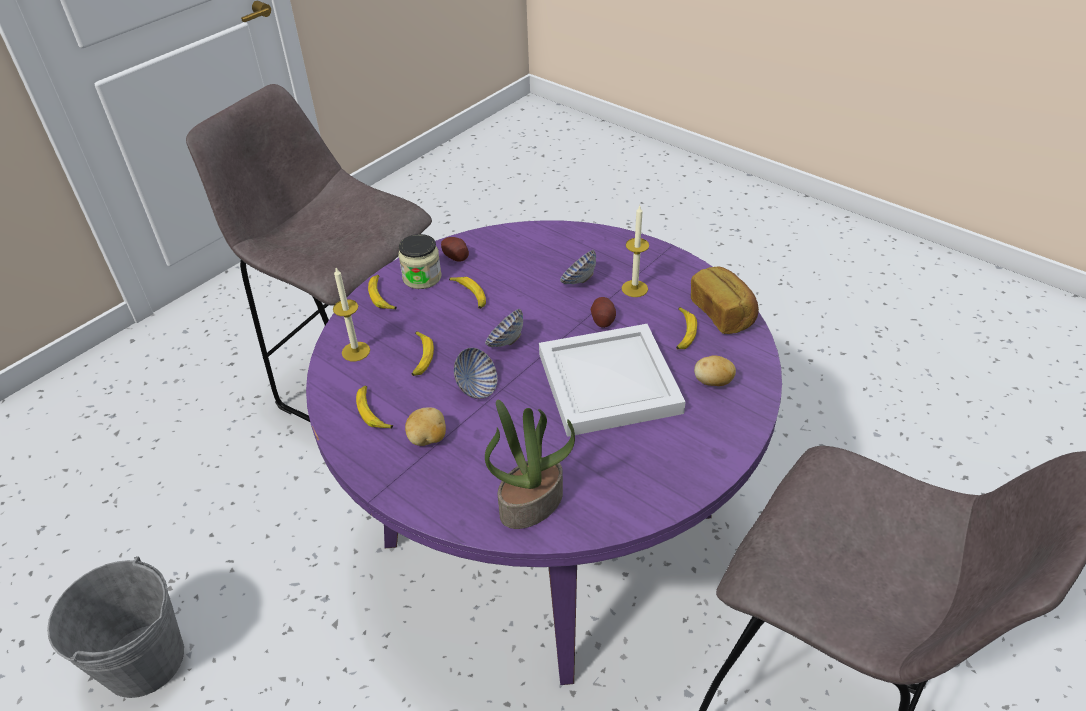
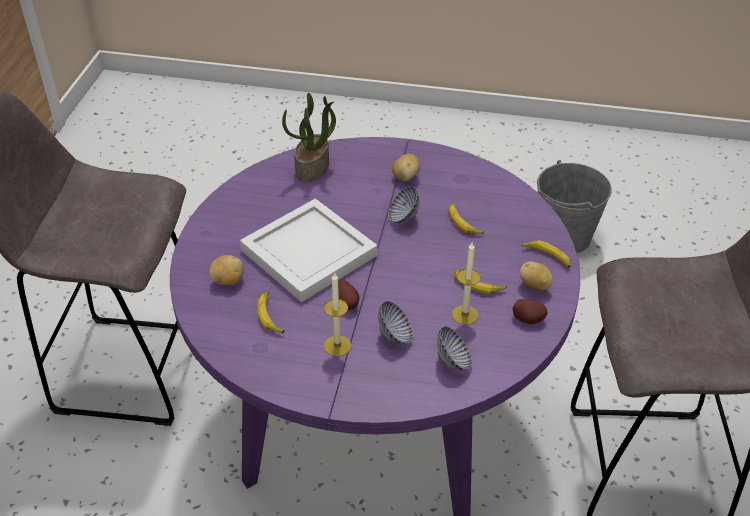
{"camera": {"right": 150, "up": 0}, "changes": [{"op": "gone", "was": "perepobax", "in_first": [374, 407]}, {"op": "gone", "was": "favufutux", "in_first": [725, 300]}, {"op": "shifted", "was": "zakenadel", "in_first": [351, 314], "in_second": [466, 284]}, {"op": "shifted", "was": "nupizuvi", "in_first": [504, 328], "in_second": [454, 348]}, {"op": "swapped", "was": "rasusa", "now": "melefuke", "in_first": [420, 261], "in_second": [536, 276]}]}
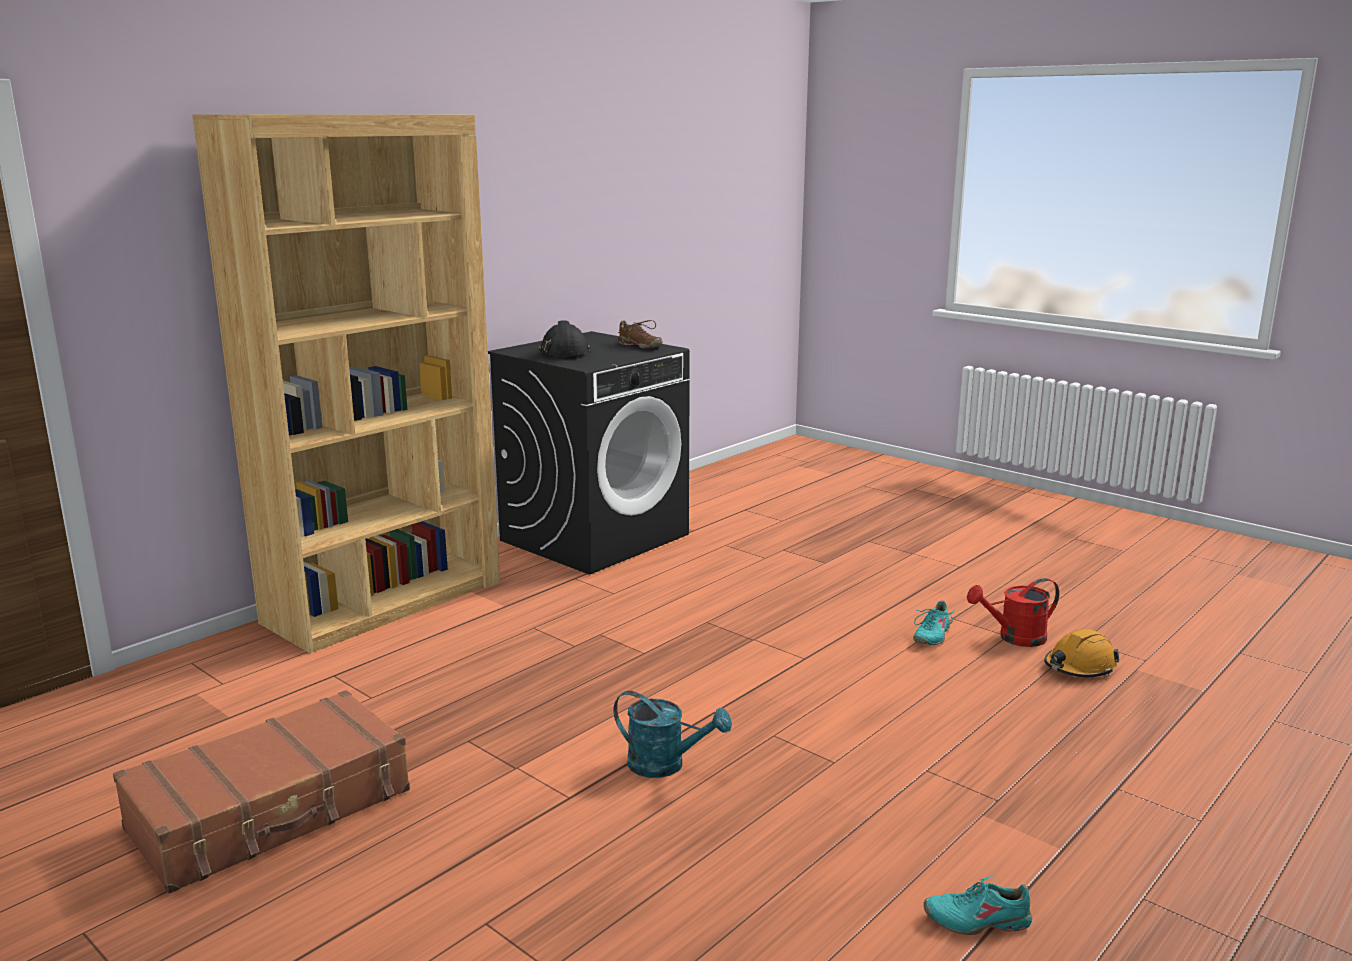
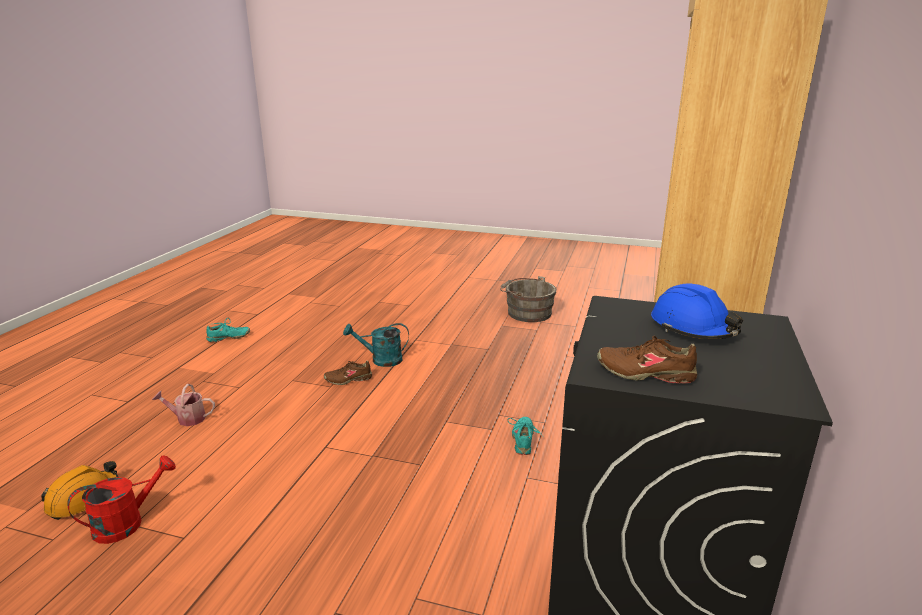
{"camera": {"right": 155, "up": 5}, "changes": [{"op": "new", "now": "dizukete", "in_second": [183, 405]}, {"op": "new", "now": "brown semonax", "in_second": [348, 372]}, {"op": "shifted", "was": "turquoise semonax", "in_first": [934, 623], "in_second": [525, 436]}, {"op": "swapped", "was": "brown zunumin", "now": "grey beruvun", "in_first": [261, 792], "in_second": [528, 299]}, {"op": "repainted", "was": "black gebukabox", "now": "blue gebukabox", "in_first": [564, 340], "in_second": [697, 311]}]}
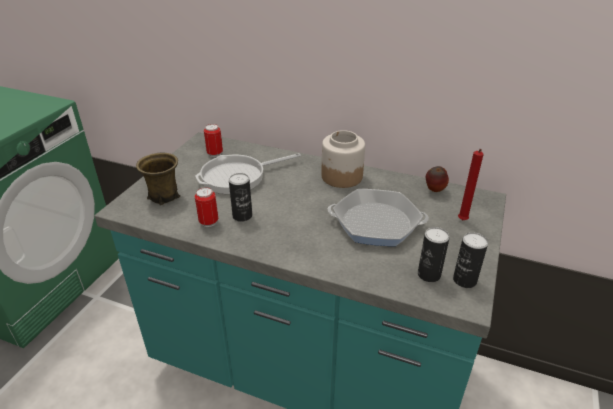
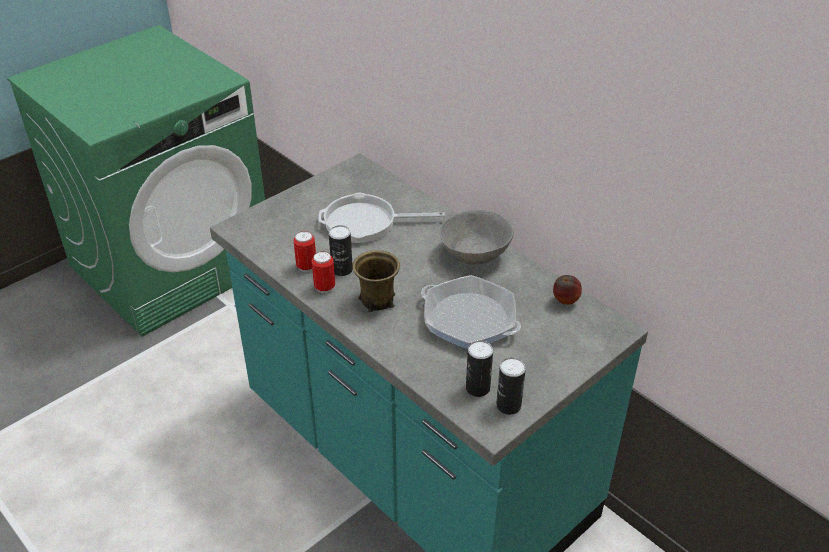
{"camera": {"right": 25, "up": 5}, "changes": [{"op": "gone", "was": "red zakenadel", "in_first": [471, 184]}, {"op": "shifted", "was": "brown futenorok", "in_first": [158, 178], "in_second": [376, 281]}, {"op": "shifted", "was": "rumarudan", "in_first": [213, 140], "in_second": [323, 272]}, {"op": "swapped", "was": "rasusa", "now": "grey nupizuvi", "in_first": [343, 159], "in_second": [476, 237]}]}
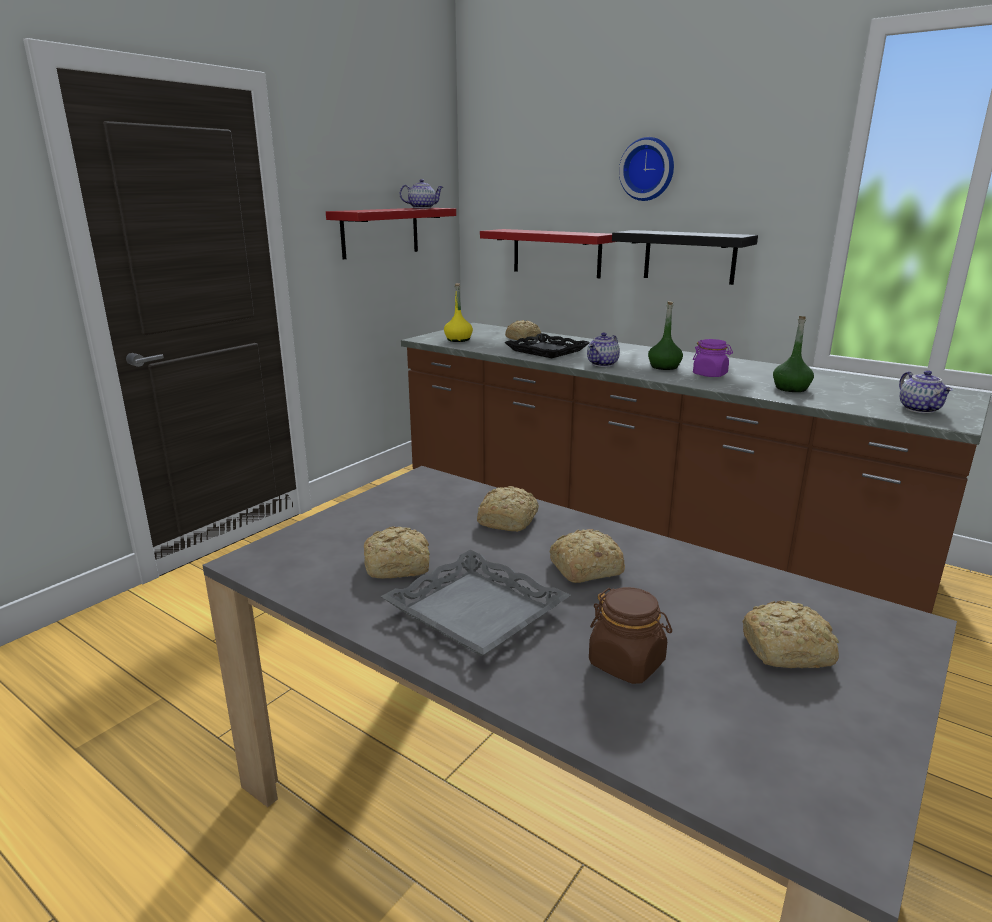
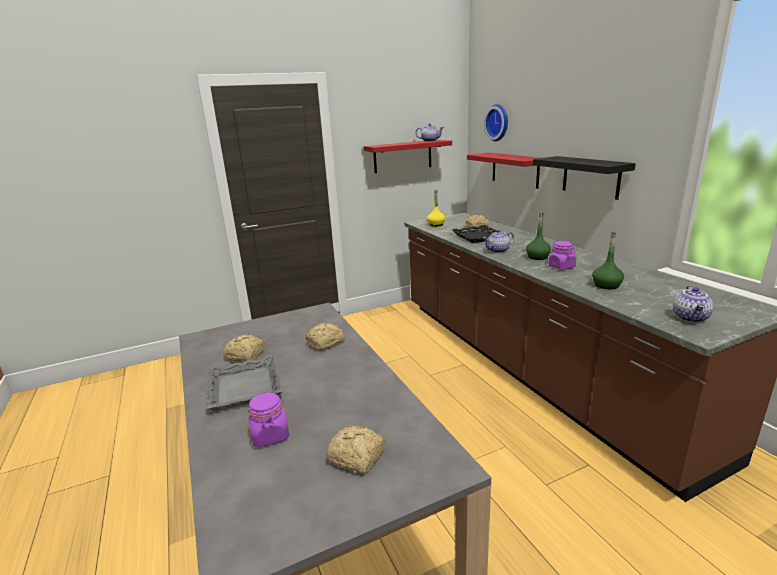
{"camera": {"right": 30, "up": 0}, "changes": [{"op": "gone", "was": "favufutux", "in_first": [587, 556]}, {"op": "shifted", "was": "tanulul", "in_first": [646, 169], "in_second": [496, 122]}, {"op": "repainted", "was": "brown rasusa", "now": "purple rasusa", "in_first": [630, 635], "in_second": [268, 419]}]}
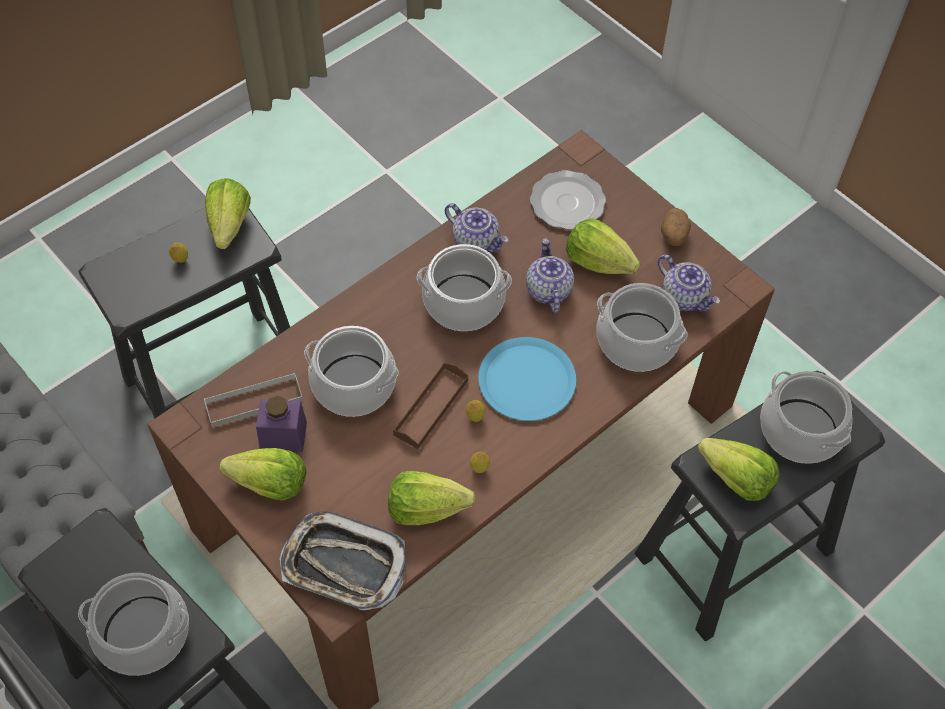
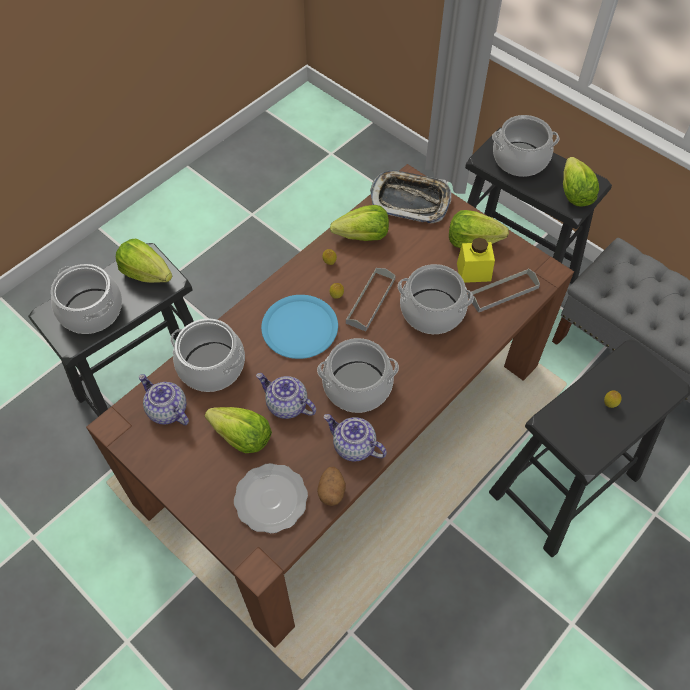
{"camera": {"right": 175, "up": 0}, "changes": [{"op": "shifted", "was": "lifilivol", "in_first": [228, 213], "in_second": [581, 182]}, {"op": "shifted", "was": "melefuke", "in_first": [676, 227], "in_second": [331, 486]}, {"op": "repainted", "was": "purple rasusa", "now": "yellow rasusa", "in_first": [281, 424], "in_second": [476, 260]}, {"op": "repainted", "was": "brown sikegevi", "now": "grey sikegevi", "in_first": [430, 405], "in_second": [371, 299]}, {"op": "rotated", "was": "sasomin", "in_first": [550, 276], "in_second": [286, 396], "clockwise": 135}]}
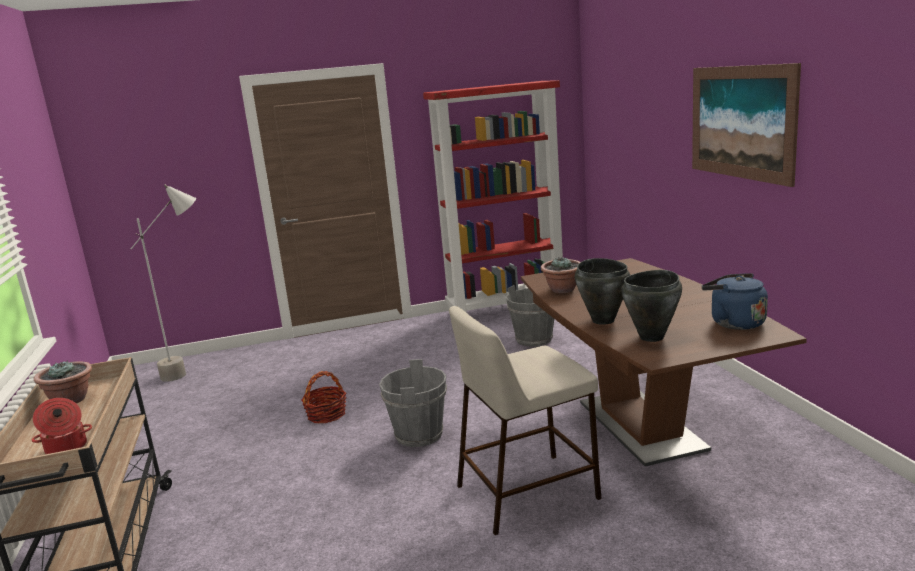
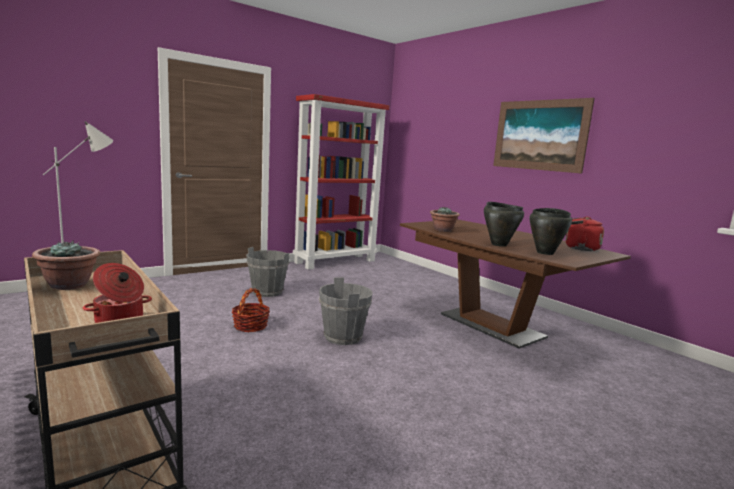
{"camera": {"right": -25, "up": -5}, "changes": [{"op": "gone", "was": "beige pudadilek", "in_first": [525, 420]}, {"op": "shifted", "was": "grey beruvun", "in_first": [530, 315], "in_second": [268, 272]}, {"op": "repainted", "was": "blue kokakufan", "now": "red kokakufan", "in_first": [735, 301], "in_second": [585, 234]}]}
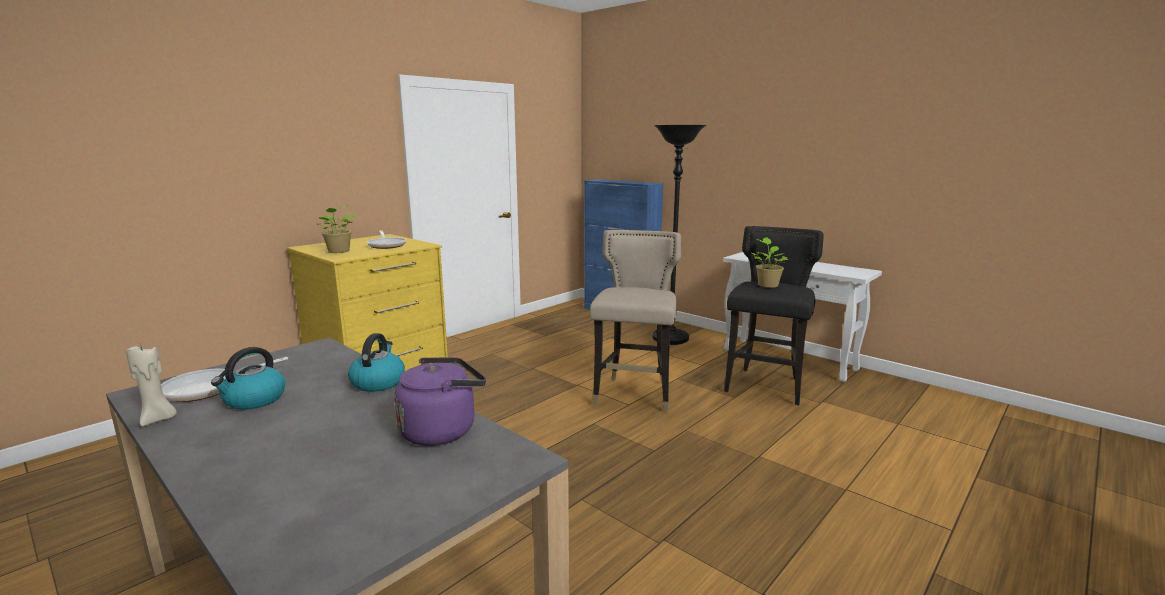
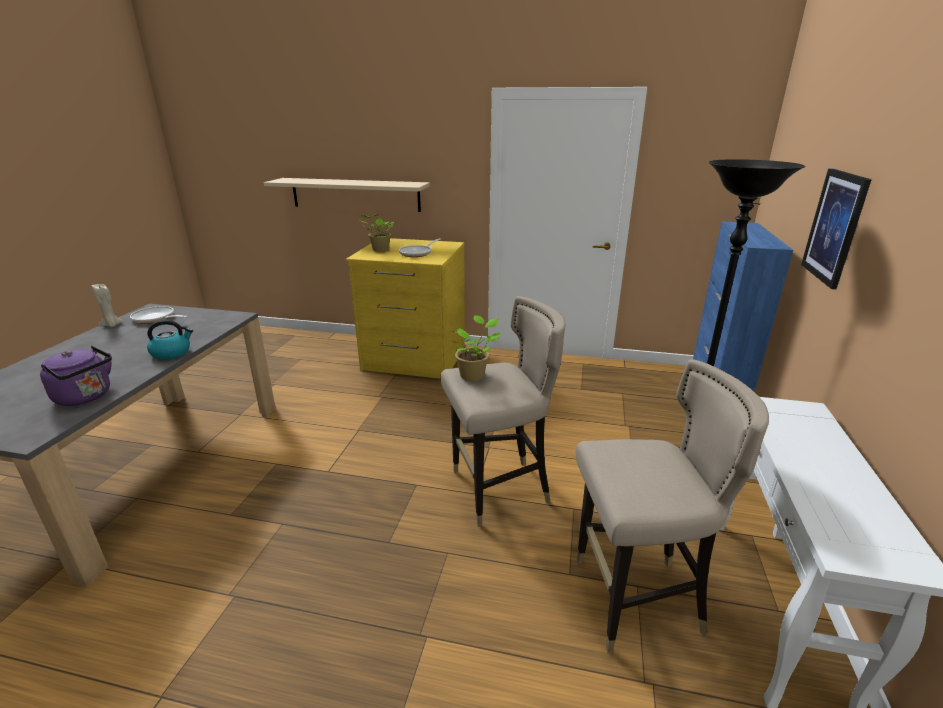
{"camera": {"right": 60, "up": 10}, "changes": [{"op": "gone", "was": "kokakufan", "in_first": [248, 378]}, {"op": "new", "now": "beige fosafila", "in_second": [347, 195]}, {"op": "new", "now": "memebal", "in_second": [836, 228]}, {"op": "shifted", "was": "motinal", "in_first": [770, 262], "in_second": [476, 348]}, {"op": "repainted", "was": "black pudadilek", "now": "beige pudadilek", "in_first": [774, 315], "in_second": [672, 506]}]}
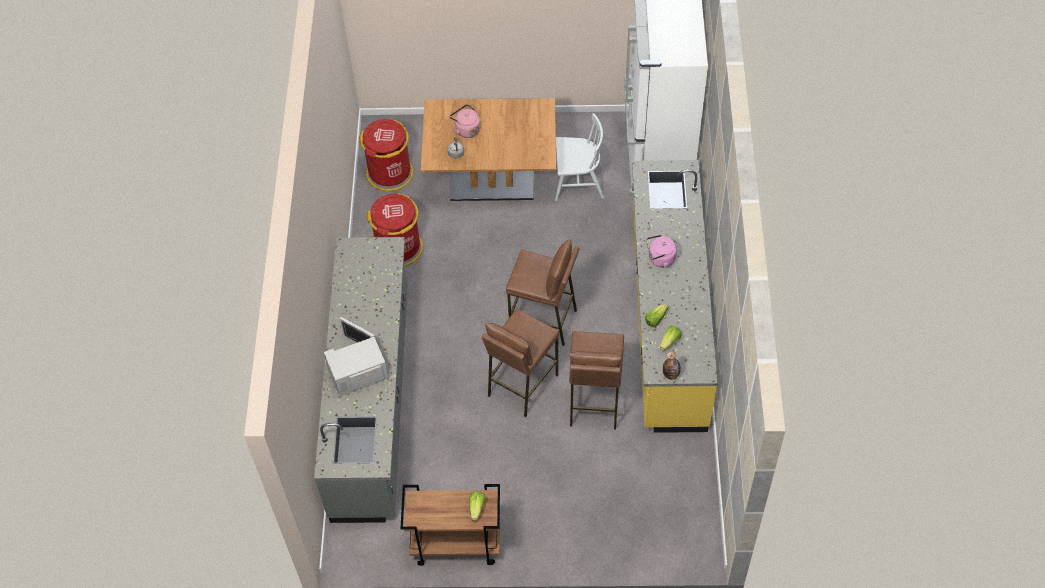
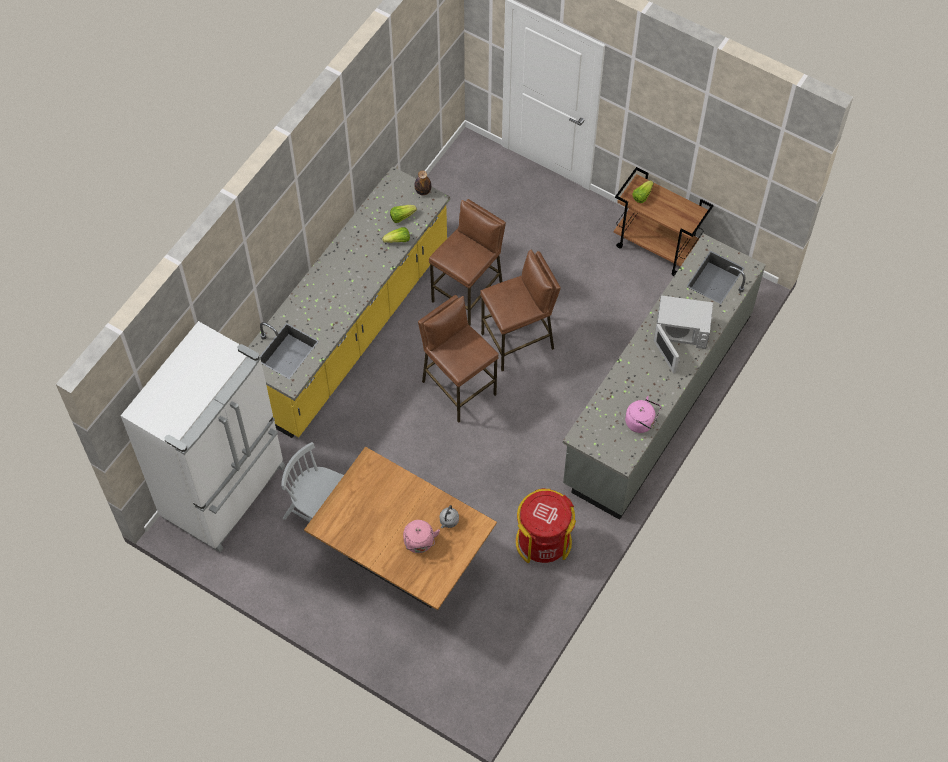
{"camera": {"right": -150, "up": 5}, "changes": [{"op": "gone", "was": "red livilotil", "in_first": [386, 155]}, {"op": "shifted", "was": "pink kokakufan", "in_first": [661, 251], "in_second": [643, 414]}]}
